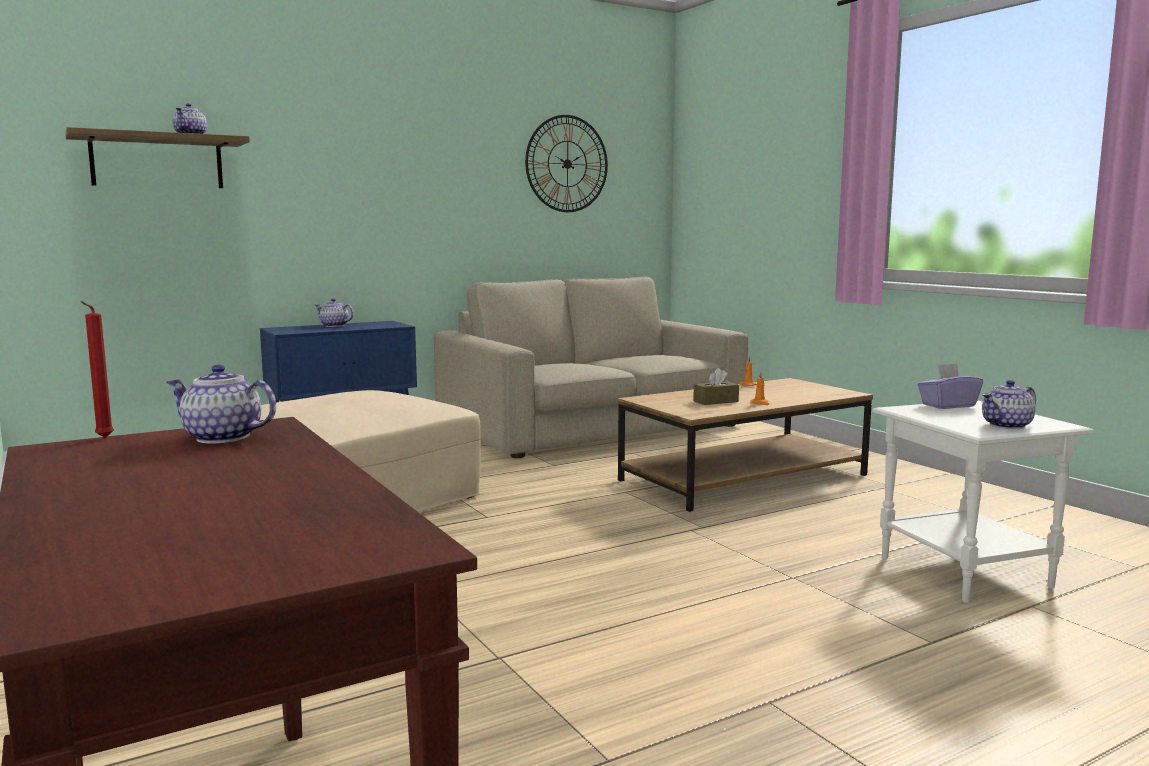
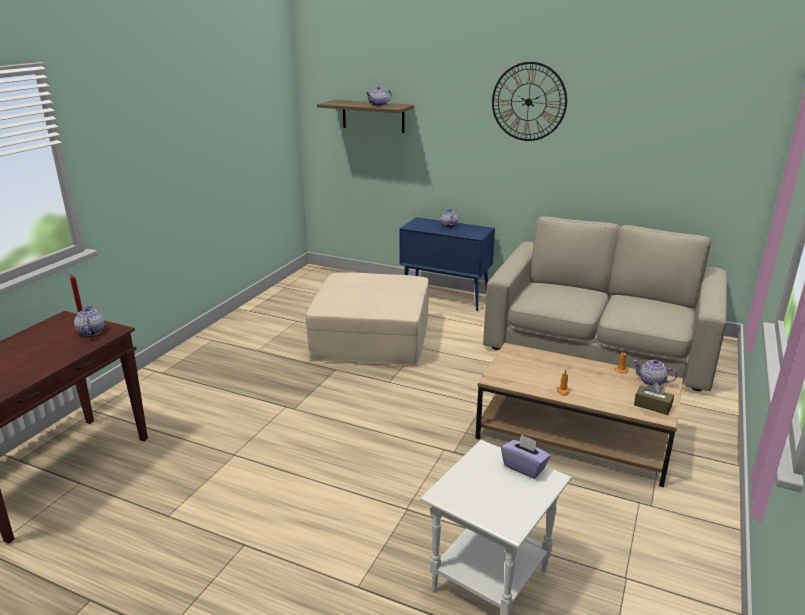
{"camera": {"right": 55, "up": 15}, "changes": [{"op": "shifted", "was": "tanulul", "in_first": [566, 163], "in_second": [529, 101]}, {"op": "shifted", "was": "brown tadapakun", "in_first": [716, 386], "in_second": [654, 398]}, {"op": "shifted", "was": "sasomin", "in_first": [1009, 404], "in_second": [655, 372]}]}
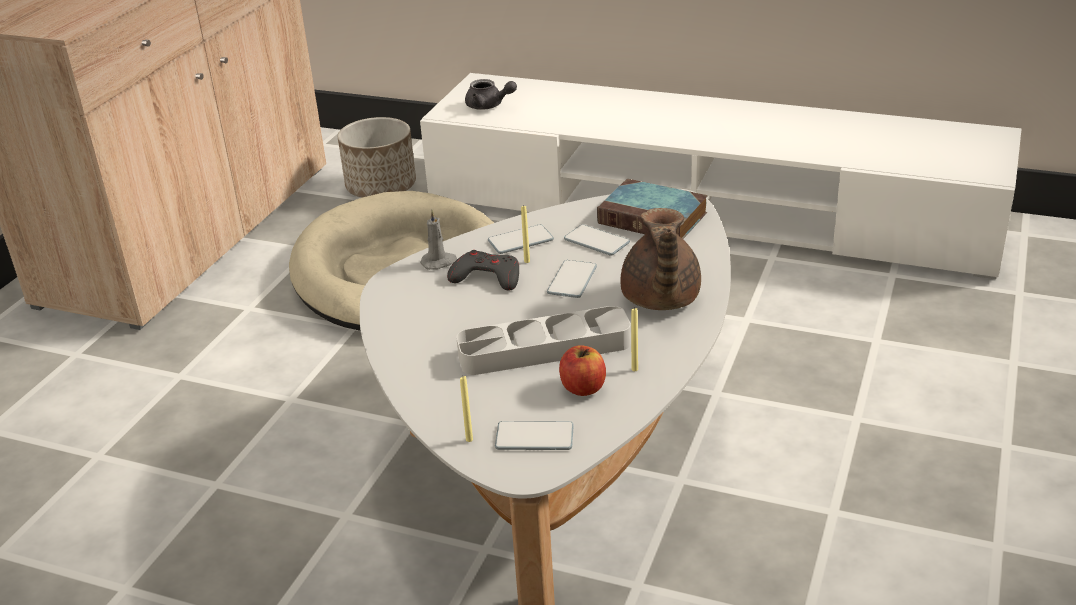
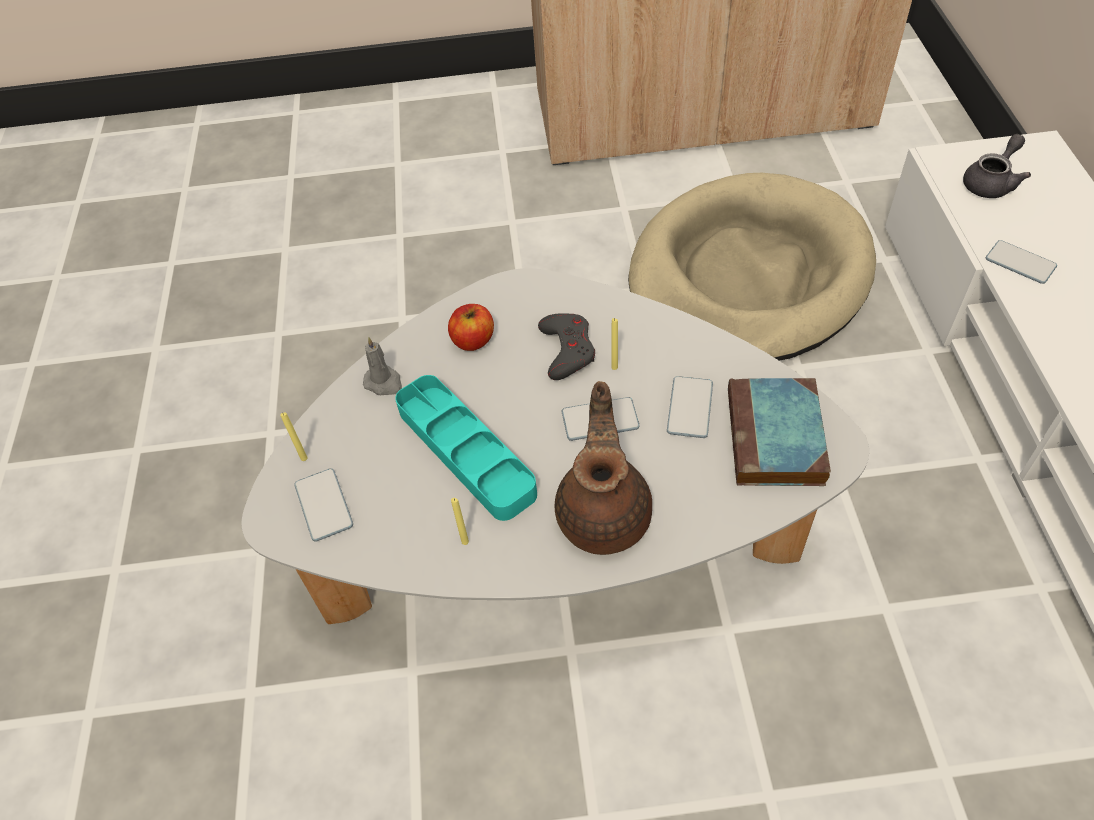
{"camera": {"right": 65, "up": 20}, "changes": [{"op": "gone", "was": "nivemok", "in_first": [377, 157]}, {"op": "shifted", "was": "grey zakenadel", "in_first": [438, 239], "in_second": [382, 366]}, {"op": "shifted", "was": "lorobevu", "in_first": [521, 239], "in_second": [1021, 262]}, {"op": "shifted", "was": "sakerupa", "in_first": [582, 370], "in_second": [471, 327]}, {"op": "repainted", "was": "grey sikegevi", "now": "turquoise sikegevi", "in_first": [543, 340], "in_second": [466, 448]}, {"op": "rotated", "was": "grey sasomin", "in_first": [491, 94], "in_second": [997, 166], "clockwise": -135}, {"op": "rotated", "was": "brown sasomin", "in_first": [660, 259], "in_second": [603, 468], "clockwise": 120}]}
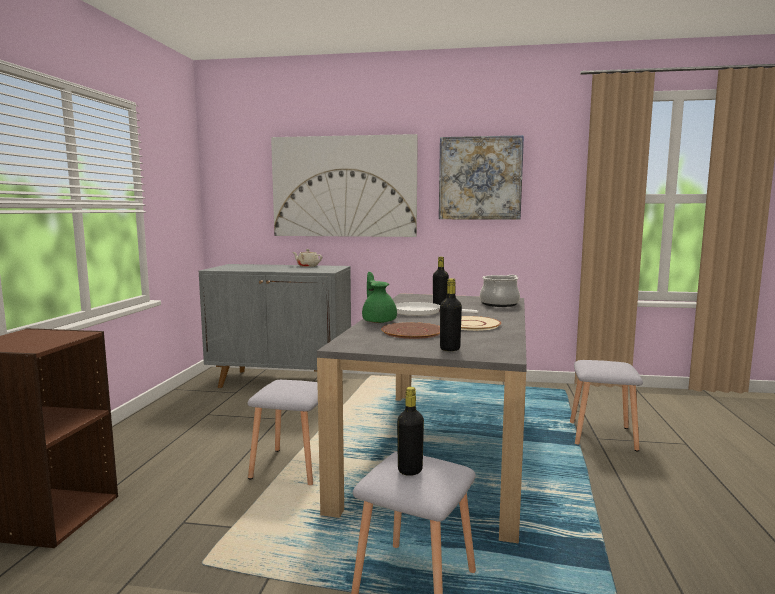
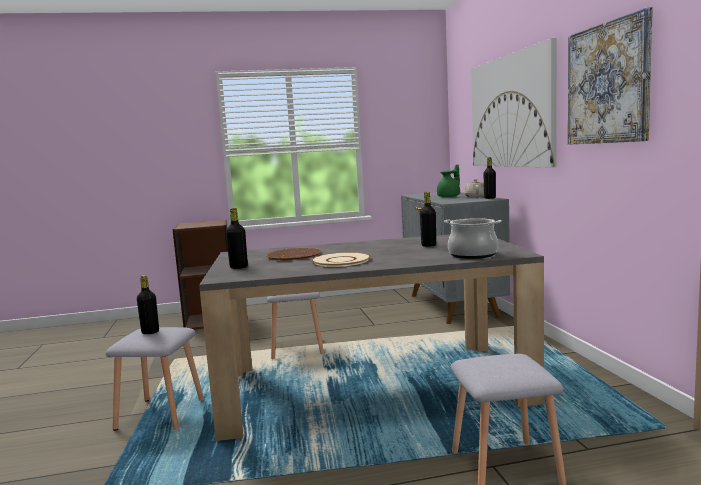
{"camera": {"right": 70, "up": 0}, "changes": [{"op": "gone", "was": "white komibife", "in_first": [437, 309]}, {"op": "new", "now": "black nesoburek", "in_second": [489, 178]}, {"op": "shifted", "was": "green sasomin", "in_first": [379, 297], "in_second": [448, 180]}]}
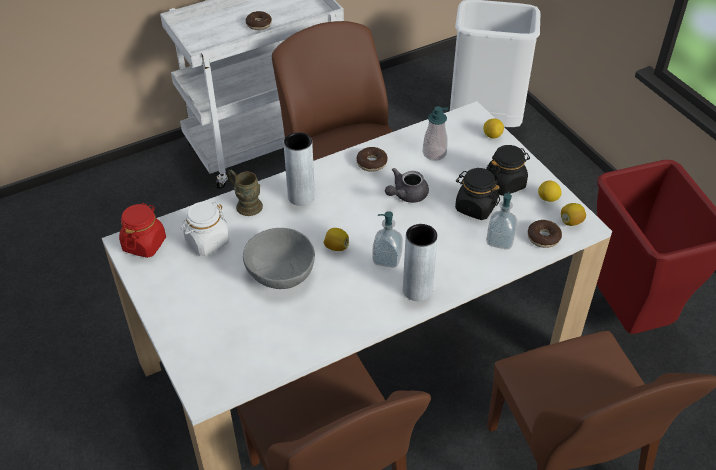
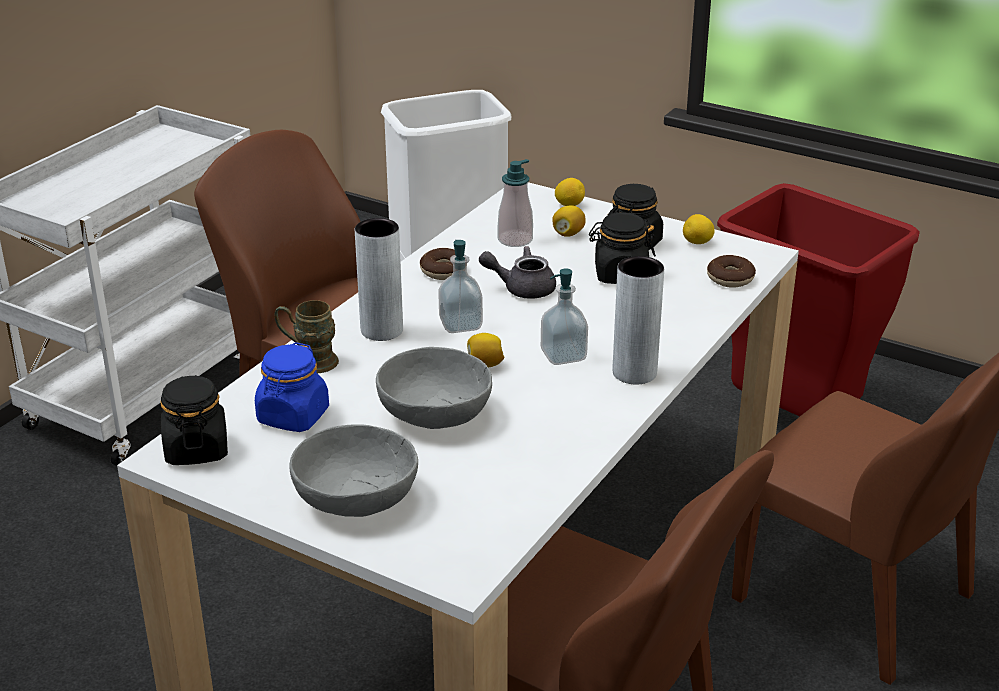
{"camera": {"right": -30, "up": -15}, "changes": [{"op": "gone", "was": "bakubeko", "in_first": [259, 20]}, {"op": "new", "now": "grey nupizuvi", "in_second": [353, 470]}, {"op": "shifted", "was": "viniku", "in_first": [502, 220], "in_second": [460, 286]}, {"op": "shifted", "was": "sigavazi", "in_first": [573, 214], "in_second": [569, 221]}, {"op": "repainted", "was": "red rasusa", "now": "black rasusa", "in_first": [142, 230], "in_second": [194, 420]}, {"op": "repainted", "was": "white rasusa", "now": "blue rasusa", "in_first": [205, 229], "in_second": [292, 387]}, {"op": "rotated", "was": "grey sasomin", "in_first": [407, 185], "in_second": [517, 272], "clockwise": 75}]}
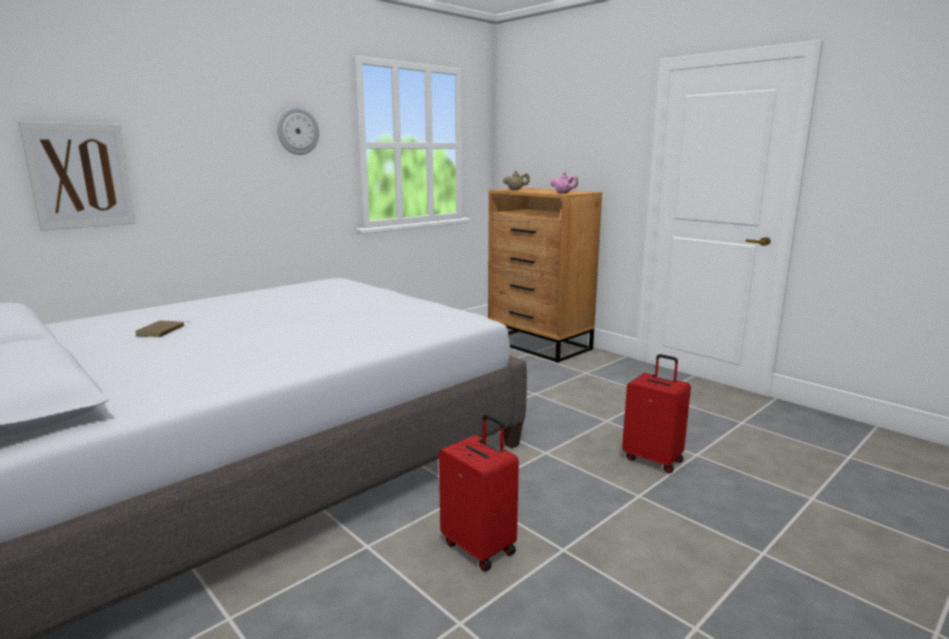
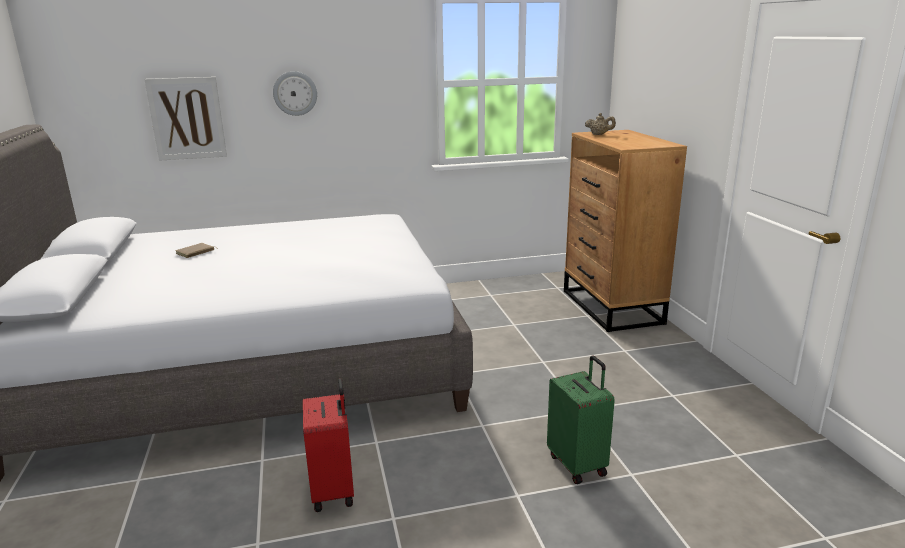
{"camera": {"right": 30, "up": 5}, "changes": [{"op": "gone", "was": "pink sasomin", "in_first": [564, 183]}, {"op": "shifted", "was": "tanulul", "in_first": [298, 131], "in_second": [295, 93]}, {"op": "repainted", "was": "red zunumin", "now": "green zunumin", "in_first": [656, 413], "in_second": [581, 419]}]}
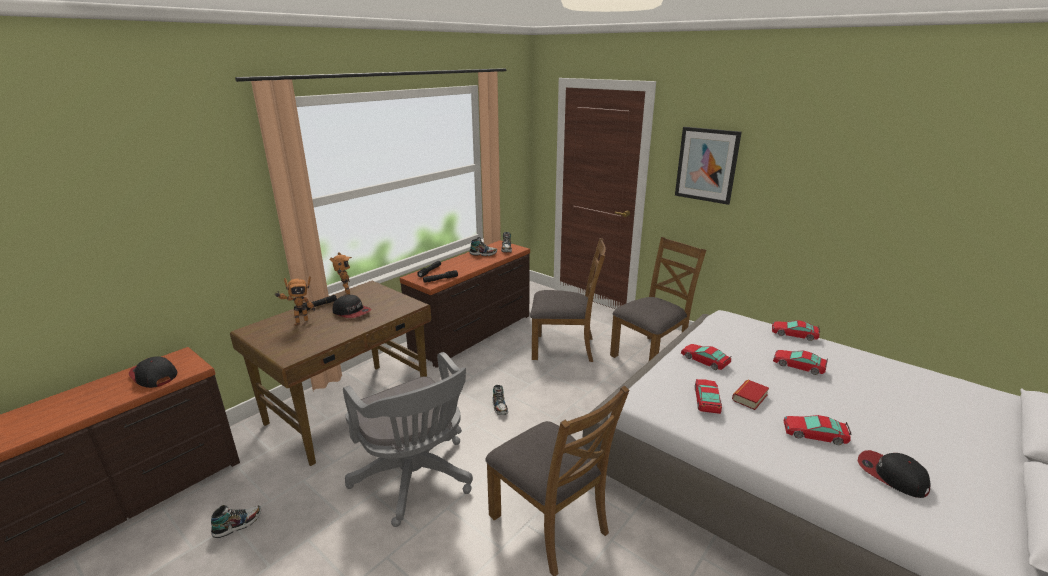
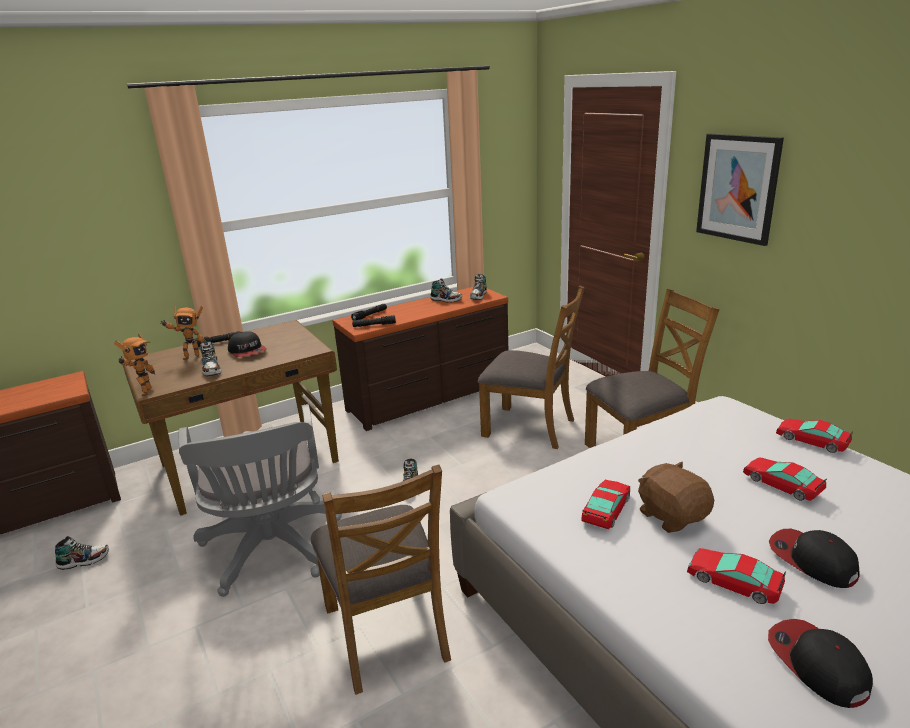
{"camera": {"right": 20, "up": 0}, "changes": [{"op": "gone", "was": "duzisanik", "in_first": [706, 357]}, {"op": "new", "now": "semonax", "in_second": [210, 358]}, {"op": "shifted", "was": "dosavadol", "in_first": [153, 372], "in_second": [814, 558]}, {"op": "shifted", "was": "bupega", "in_first": [341, 273], "in_second": [134, 364]}, {"op": "swapped", "was": "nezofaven", "now": "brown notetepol", "in_first": [750, 395], "in_second": [676, 497]}]}
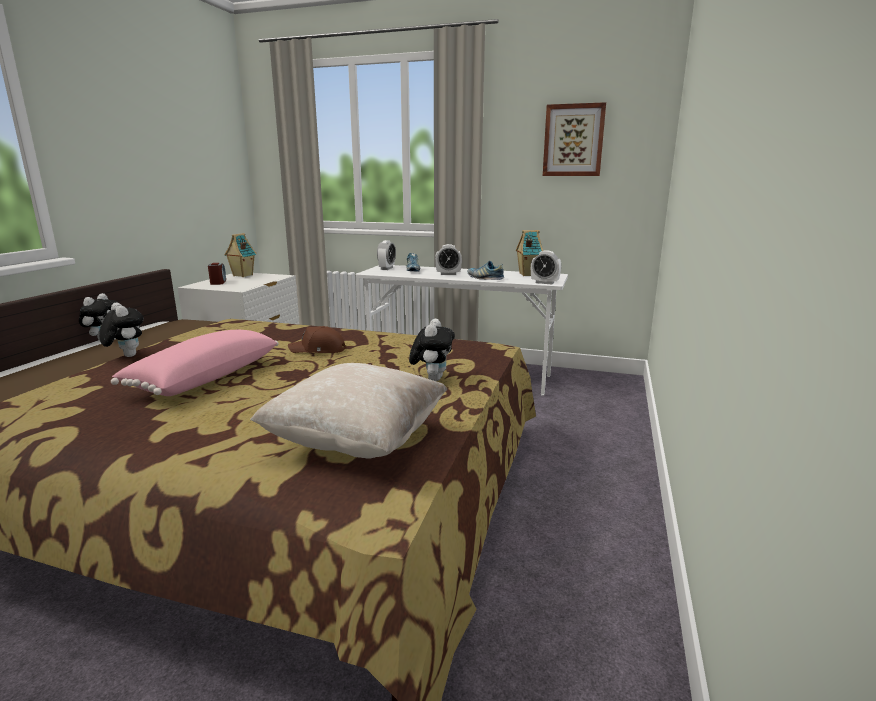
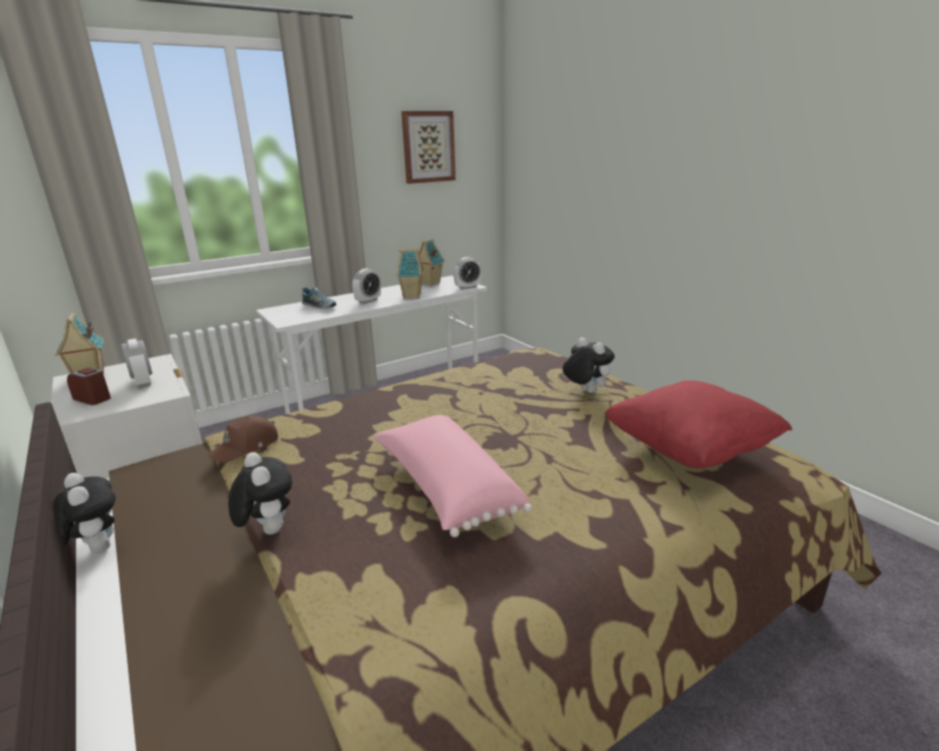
{"camera": {"right": -50, "up": 5}, "changes": [{"op": "shifted", "was": "brown dosavadol", "in_first": [317, 339], "in_second": [242, 439]}, {"op": "shifted", "was": "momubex", "in_first": [386, 255], "in_second": [136, 363]}, {"op": "swapped", "was": "semonax", "now": "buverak", "in_first": [486, 270], "in_second": [410, 274]}, {"op": "repainted", "was": "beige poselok", "now": "red poselok", "in_first": [348, 410], "in_second": [698, 424]}, {"op": "rotated", "was": "notetepol", "in_first": [121, 330], "in_second": [260, 493], "clockwise": 60}]}
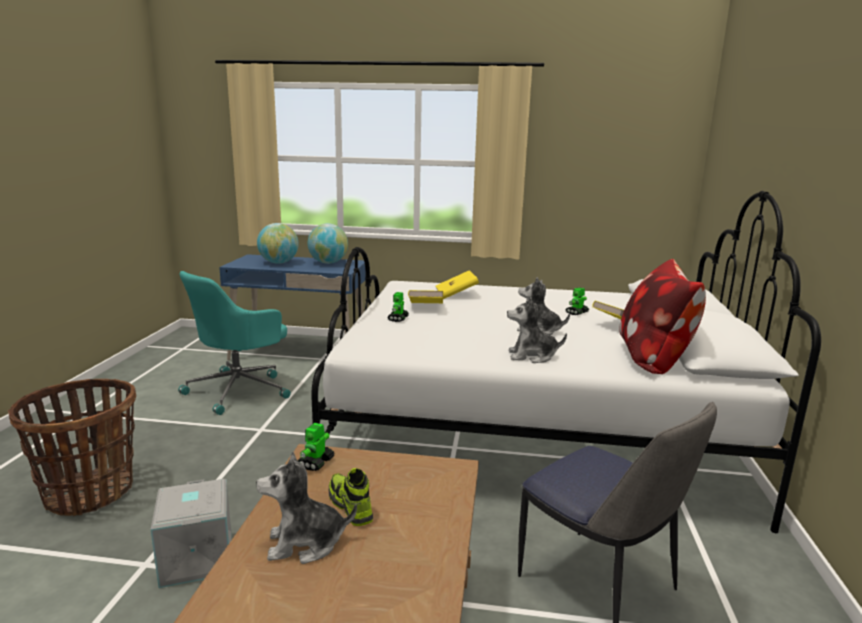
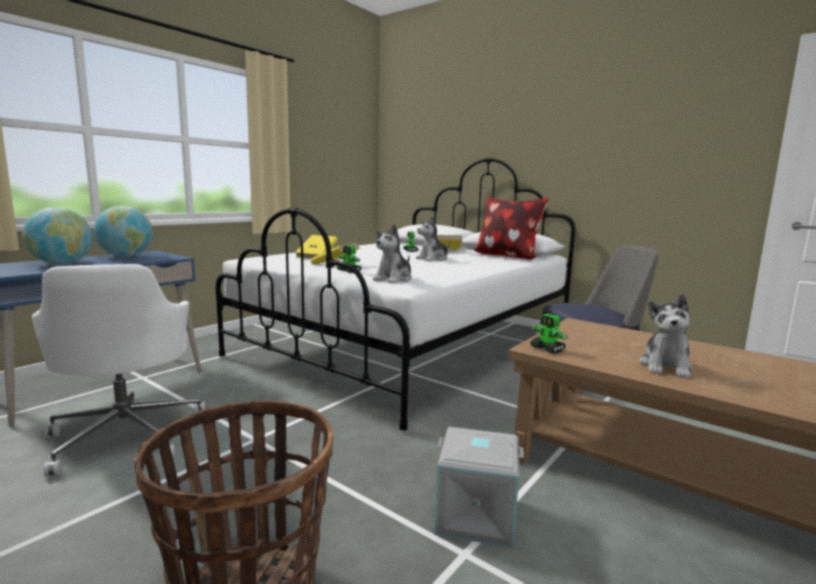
{"camera": {"right": -60, "up": -5}, "changes": [{"op": "gone", "was": "semonax", "in_first": [351, 497]}, {"op": "shifted", "was": "notetepol", "in_first": [537, 330], "in_second": [392, 253]}, {"op": "repainted", "was": "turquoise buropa", "now": "white buropa", "in_first": [234, 343], "in_second": [118, 370]}]}
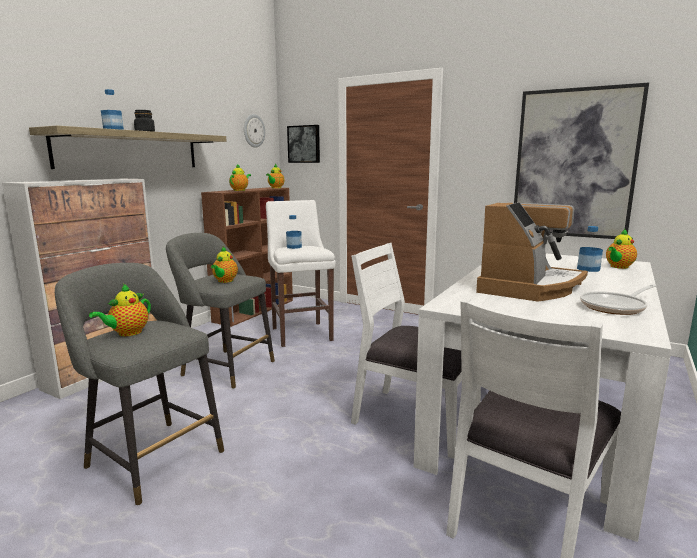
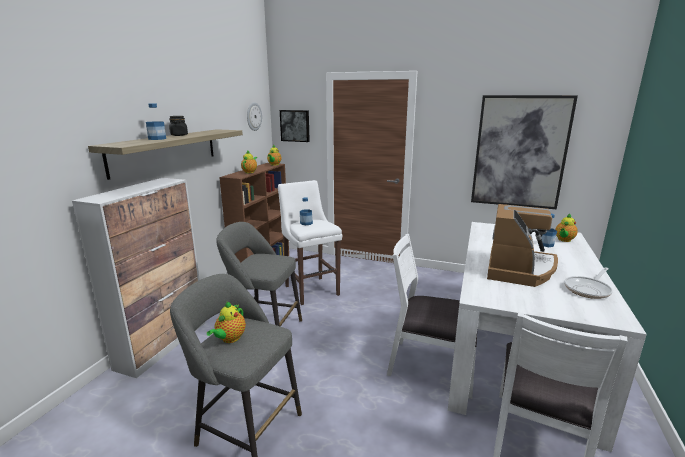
{"camera": {"right": -10, "up": 5}, "changes": [{"op": "gone", "was": "sasomin", "in_first": [224, 265]}]}
